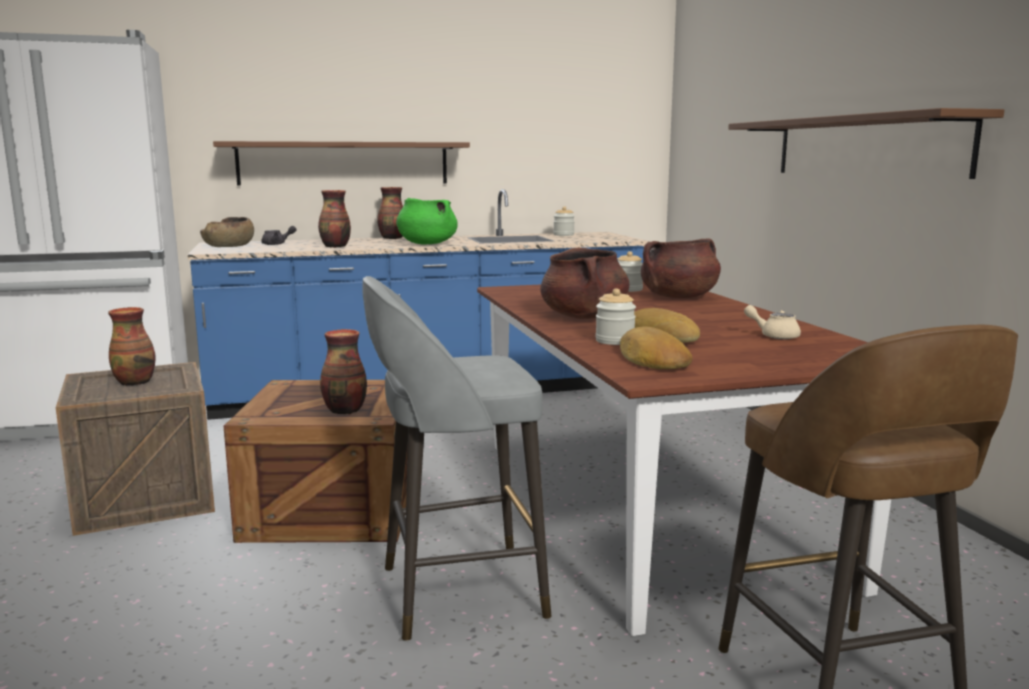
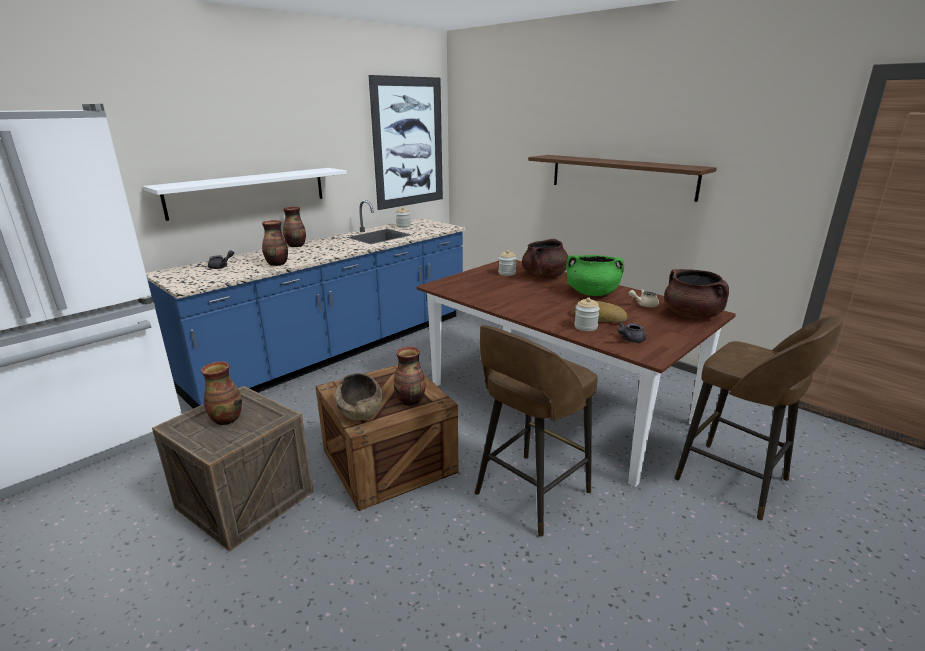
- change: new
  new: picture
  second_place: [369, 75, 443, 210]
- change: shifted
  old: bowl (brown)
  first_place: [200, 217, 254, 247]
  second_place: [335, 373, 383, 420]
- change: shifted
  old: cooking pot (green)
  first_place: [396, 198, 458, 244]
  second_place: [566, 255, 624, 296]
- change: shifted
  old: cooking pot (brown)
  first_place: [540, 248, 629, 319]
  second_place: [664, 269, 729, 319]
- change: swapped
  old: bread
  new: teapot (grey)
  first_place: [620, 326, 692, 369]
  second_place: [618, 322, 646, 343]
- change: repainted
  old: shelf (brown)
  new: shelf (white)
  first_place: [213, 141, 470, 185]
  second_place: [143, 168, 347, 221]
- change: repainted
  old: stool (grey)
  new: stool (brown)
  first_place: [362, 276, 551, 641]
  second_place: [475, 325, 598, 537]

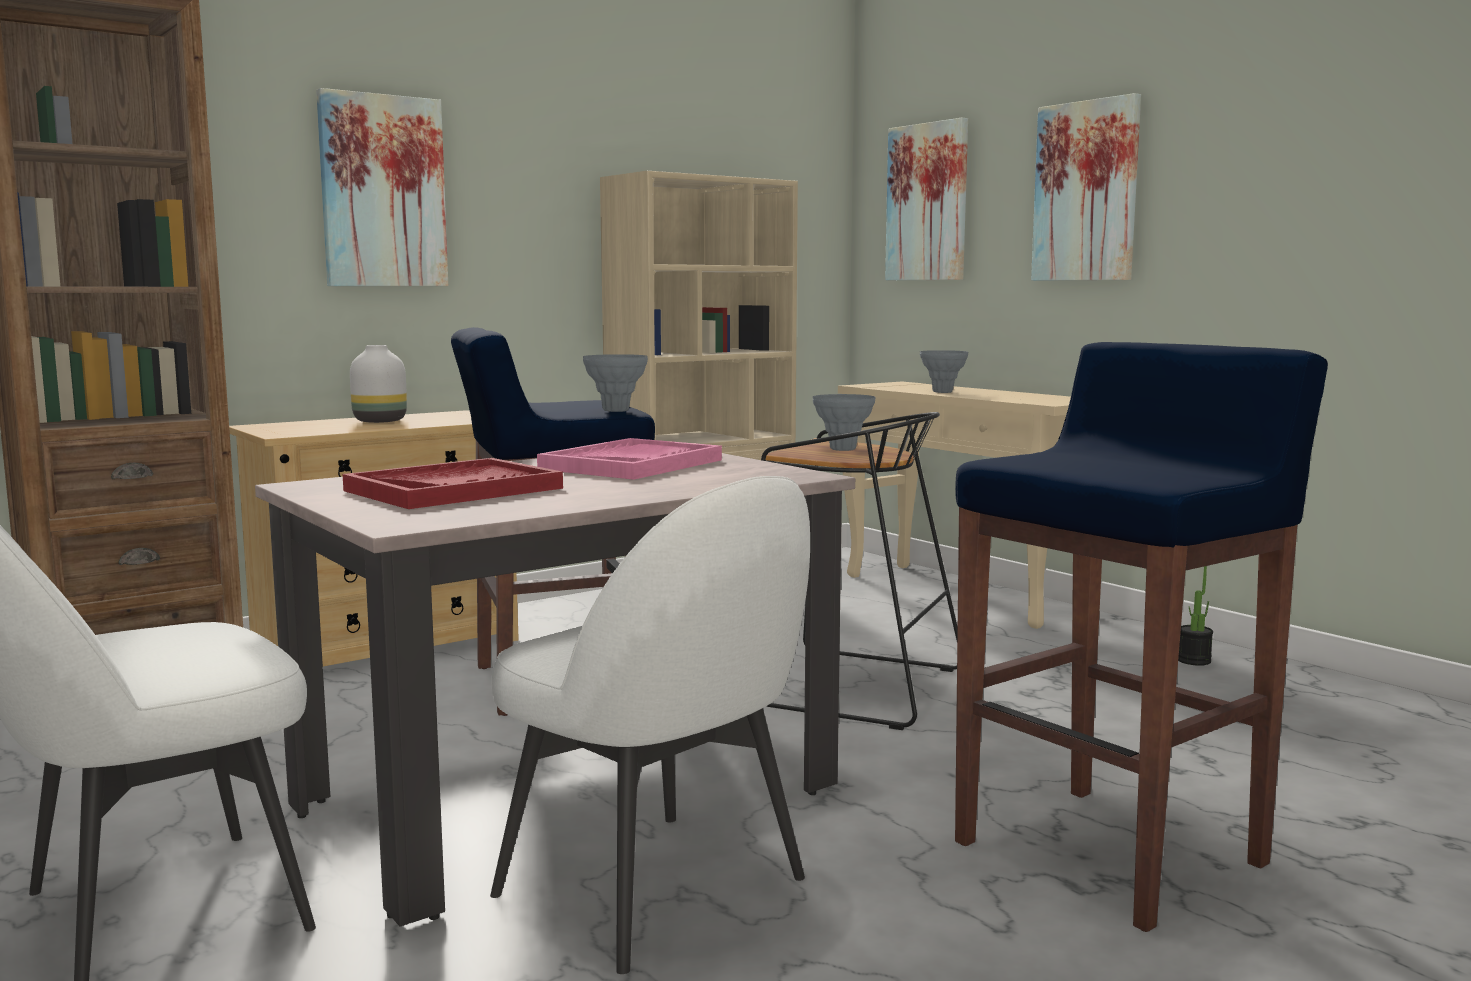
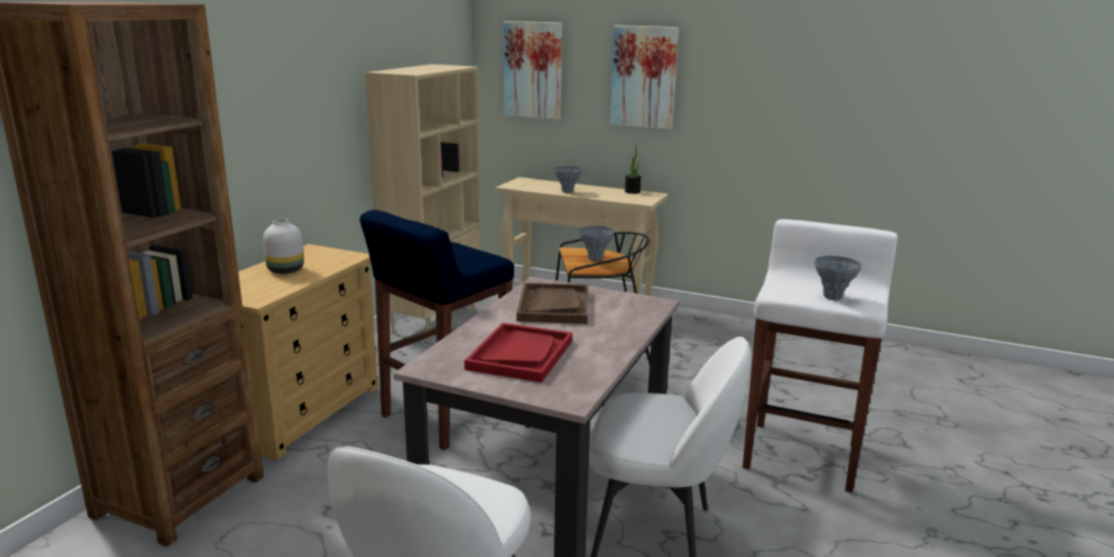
- change: gone
  old: picture
  first_place: [316, 88, 448, 286]
- change: shifted
  old: vase (grey)
  first_place: [583, 354, 648, 412]
  second_place: [815, 256, 862, 300]
- change: shifted
  old: potted plant
  first_place: [1178, 566, 1213, 666]
  second_place: [625, 145, 641, 194]
- change: repainted
  old: tray (pink)
  new: tray (brown)
  first_place: [537, 438, 722, 480]
  second_place: [516, 283, 588, 324]
- change: repainted
  old: stool (blue)
  new: stool (white)
  first_place: [955, 342, 1328, 932]
  second_place: [743, 219, 897, 493]

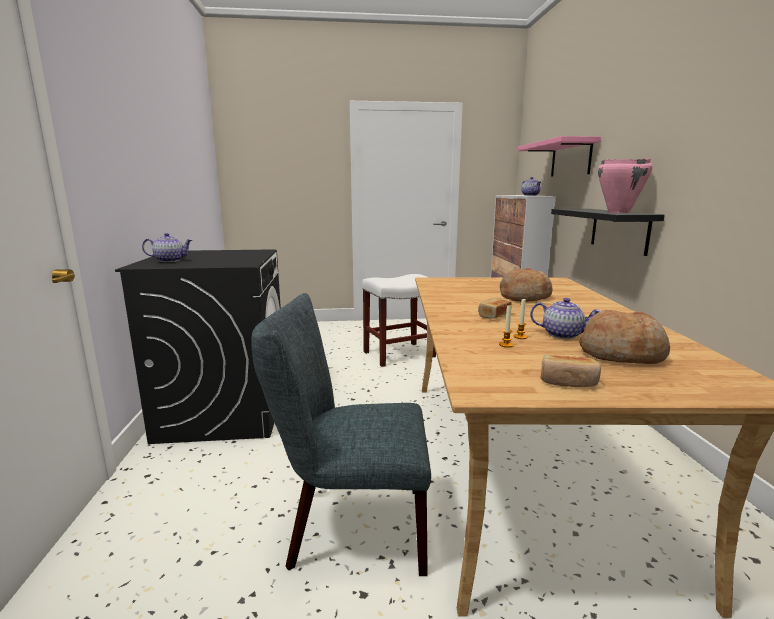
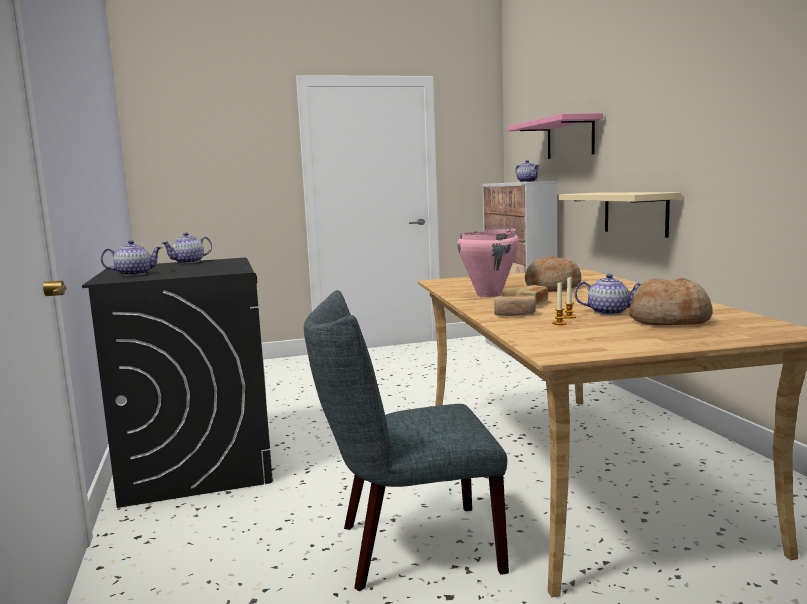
- change: gone
  old: stool (white)
  first_place: [362, 274, 436, 367]
- change: new
  new: teapot
  second_place: [162, 232, 212, 264]
- change: shifted
  old: bread
  first_place: [540, 355, 601, 387]
  second_place: [494, 295, 536, 316]
- change: shifted
  old: cooking pot (pink)
  first_place: [598, 158, 653, 213]
  second_place: [457, 228, 519, 297]
- change: repainted
  old: shelf (black)
  new: shelf (beige)
  first_place: [551, 209, 665, 256]
  second_place: [558, 192, 681, 238]

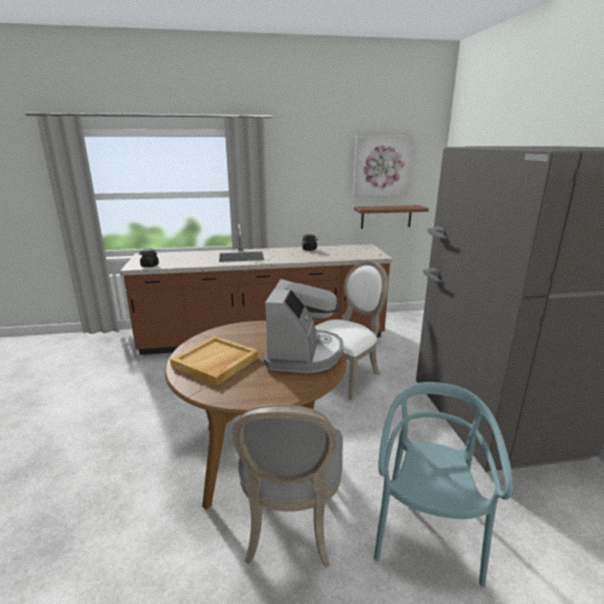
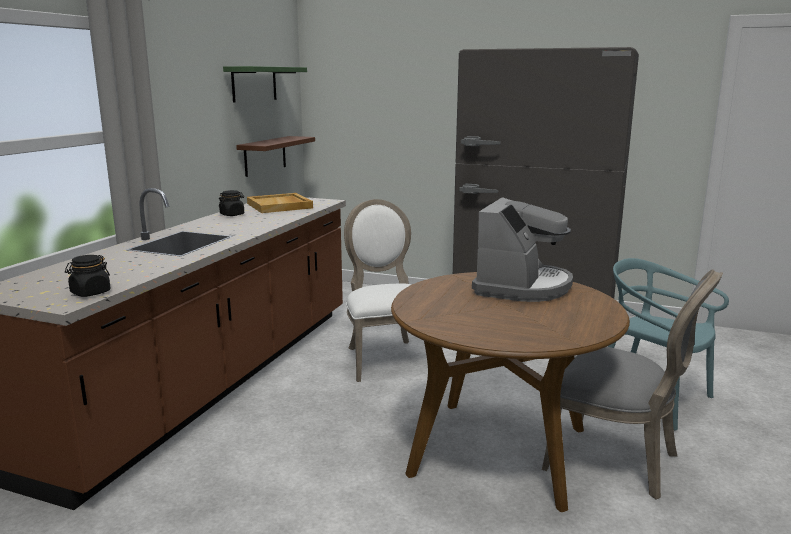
- change: shifted
  old: tray (beige)
  first_place: [170, 336, 259, 386]
  second_place: [247, 193, 313, 213]
- change: swapped
  old: picture
  new: shelf (green)
  first_place: [353, 136, 413, 197]
  second_place: [223, 66, 307, 102]
- change: rotated
  old: coffee machine
  first_place: [264, 279, 344, 373]
  second_place: [472, 197, 573, 302]
  degrees: 75

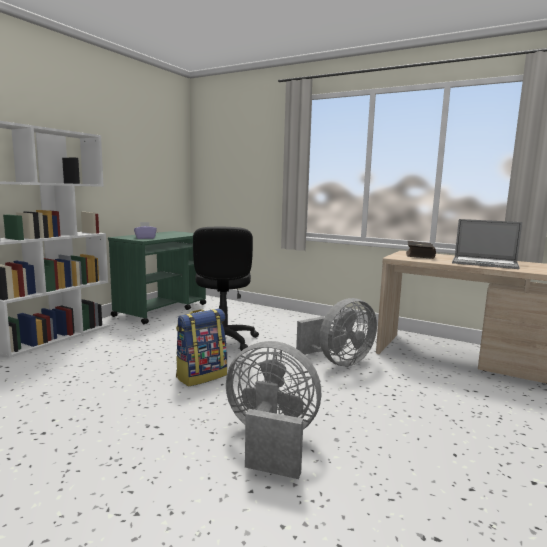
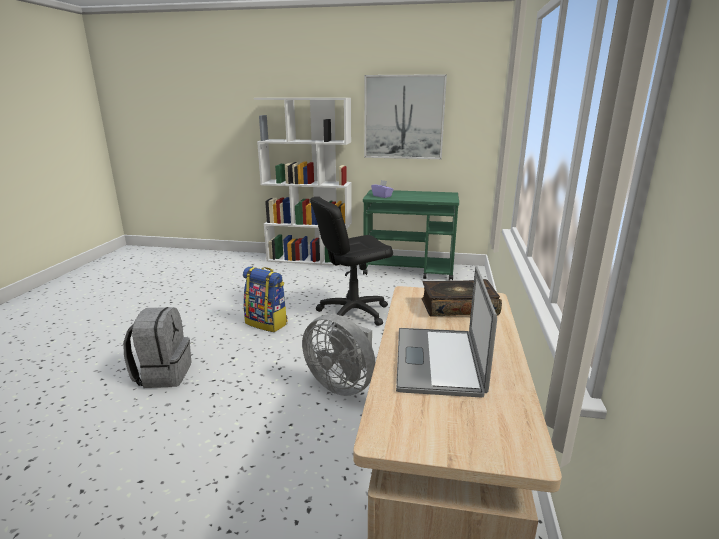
- change: new
  new: picture
  second_place: [364, 74, 447, 159]
- change: swapped
  old: fan (grey)
  new: backpack (grey)
  first_place: [226, 341, 321, 479]
  second_place: [123, 307, 191, 388]

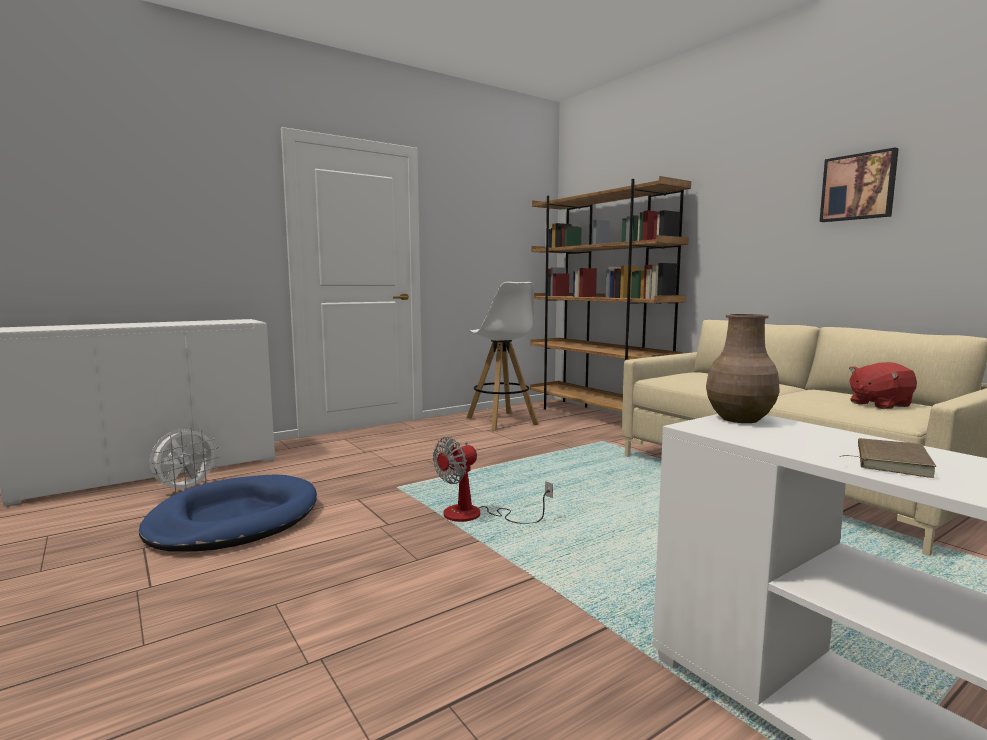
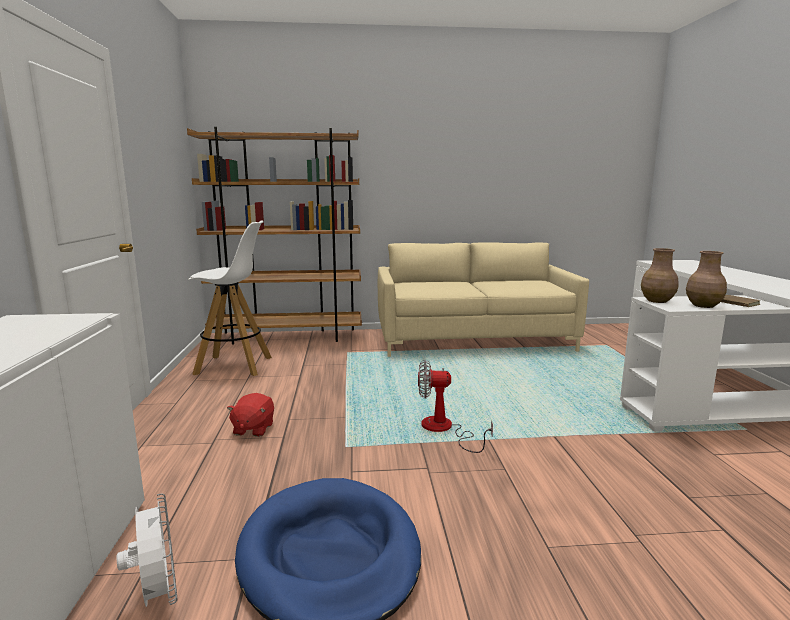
- change: gone
  old: picture
  first_place: [820, 147, 899, 222]
- change: new
  new: vase (brown)
  second_place: [686, 251, 727, 308]
- change: shifted
  old: plush toy (red)
  first_place: [849, 362, 917, 409]
  second_place: [227, 393, 274, 437]
- change: rotated
  old: fan
  first_place: [433, 437, 553, 524]
  second_place: [418, 360, 493, 453]
  degrees: 105

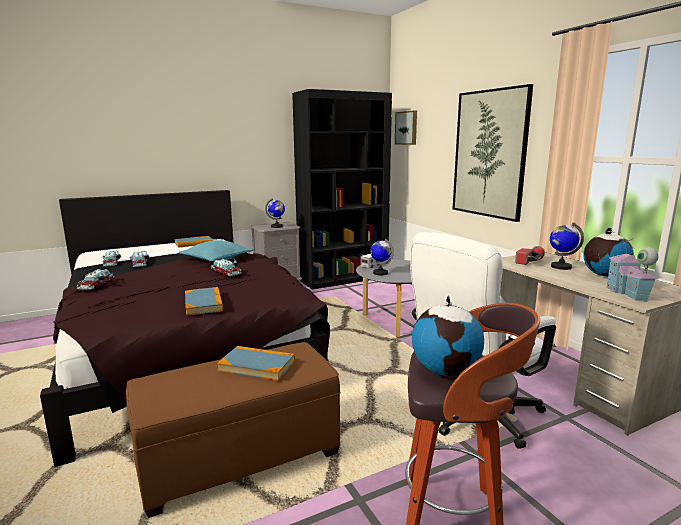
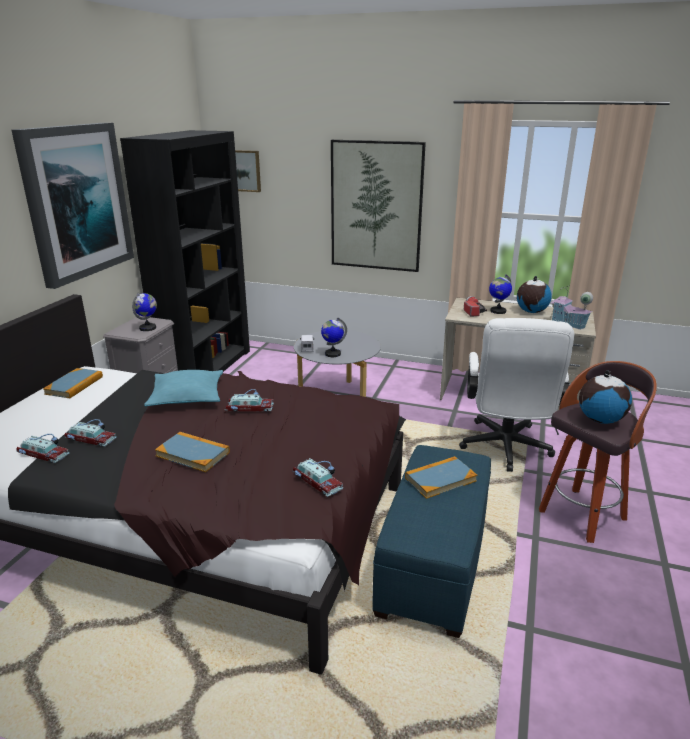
- change: new
  new: picture
  second_place: [11, 122, 134, 289]
- change: shifted
  old: toy car
  first_place: [77, 269, 114, 290]
  second_place: [293, 458, 343, 497]
- change: shifted
  old: book
  first_place: [185, 287, 223, 316]
  second_place: [155, 432, 230, 472]
- change: repainted
  old: ottoman (brown)
  new: ottoman (blue)
  first_place: [126, 342, 341, 518]
  second_place: [372, 445, 491, 638]

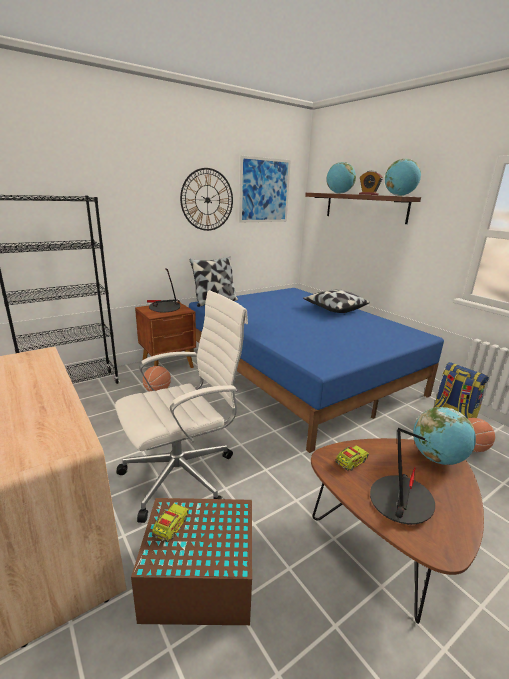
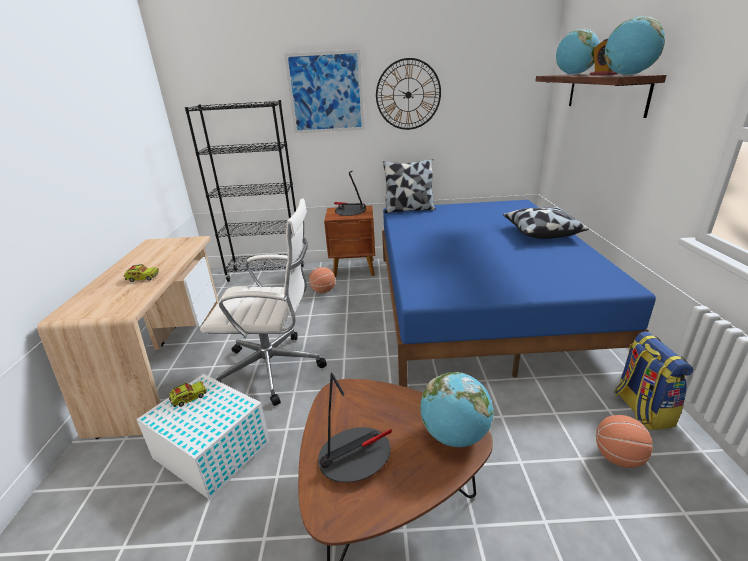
- change: shifted
  old: picture
  first_place: [239, 156, 291, 222]
  second_place: [285, 50, 365, 134]
- change: shifted
  old: toy truck
  first_place: [335, 445, 369, 471]
  second_place: [124, 264, 159, 282]
- change: repainted
  old: storage box (brown)
  new: storage box (white)
  first_place: [131, 498, 252, 625]
  second_place: [136, 374, 270, 500]

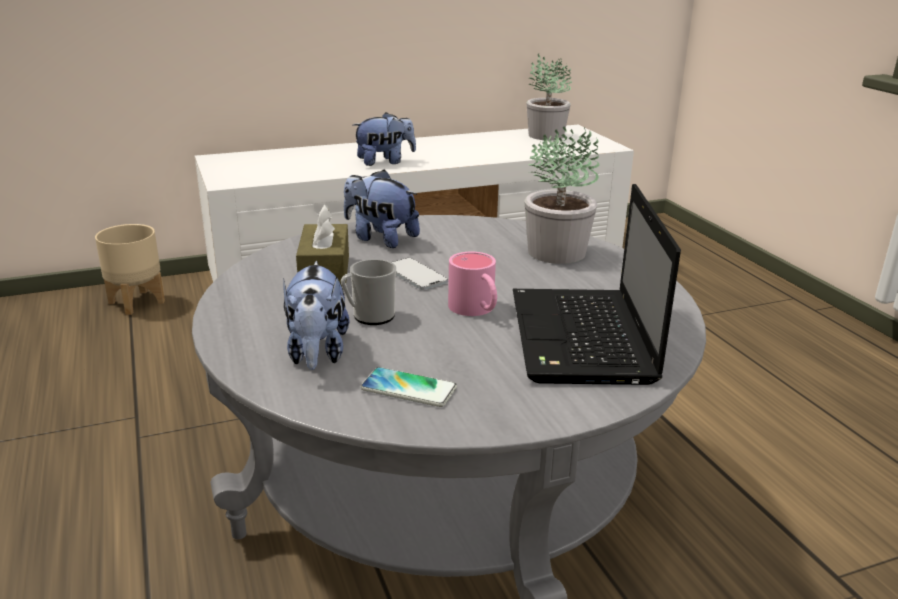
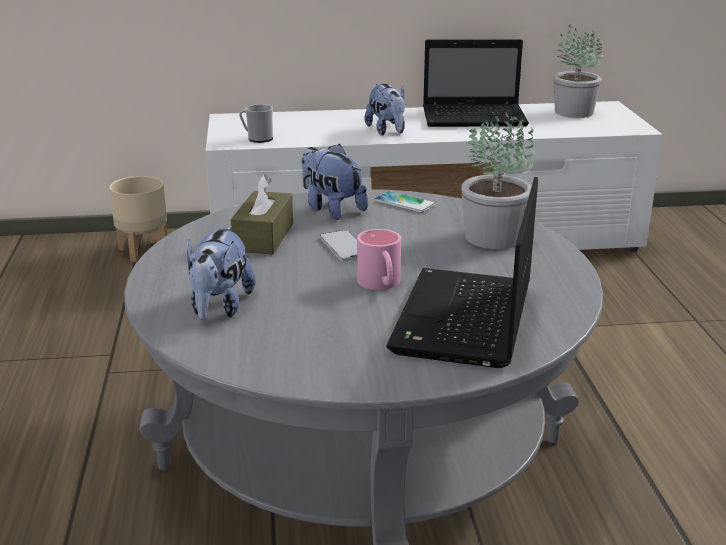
- change: new
  new: laptop
  second_place: [423, 39, 529, 127]
- change: shifted
  old: mug
  first_place: [341, 259, 396, 325]
  second_place: [239, 104, 273, 143]
- change: shifted
  old: phone
  first_place: [360, 367, 457, 407]
  second_place: [374, 191, 436, 213]
- change: rotated
  old: plush toy
  first_place: [353, 112, 416, 166]
  second_place: [365, 84, 406, 135]
  degrees: 75

